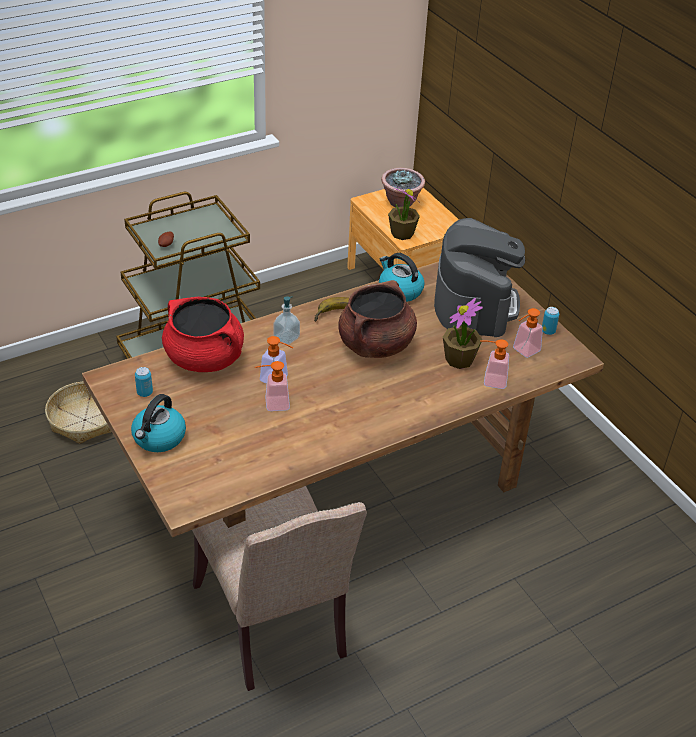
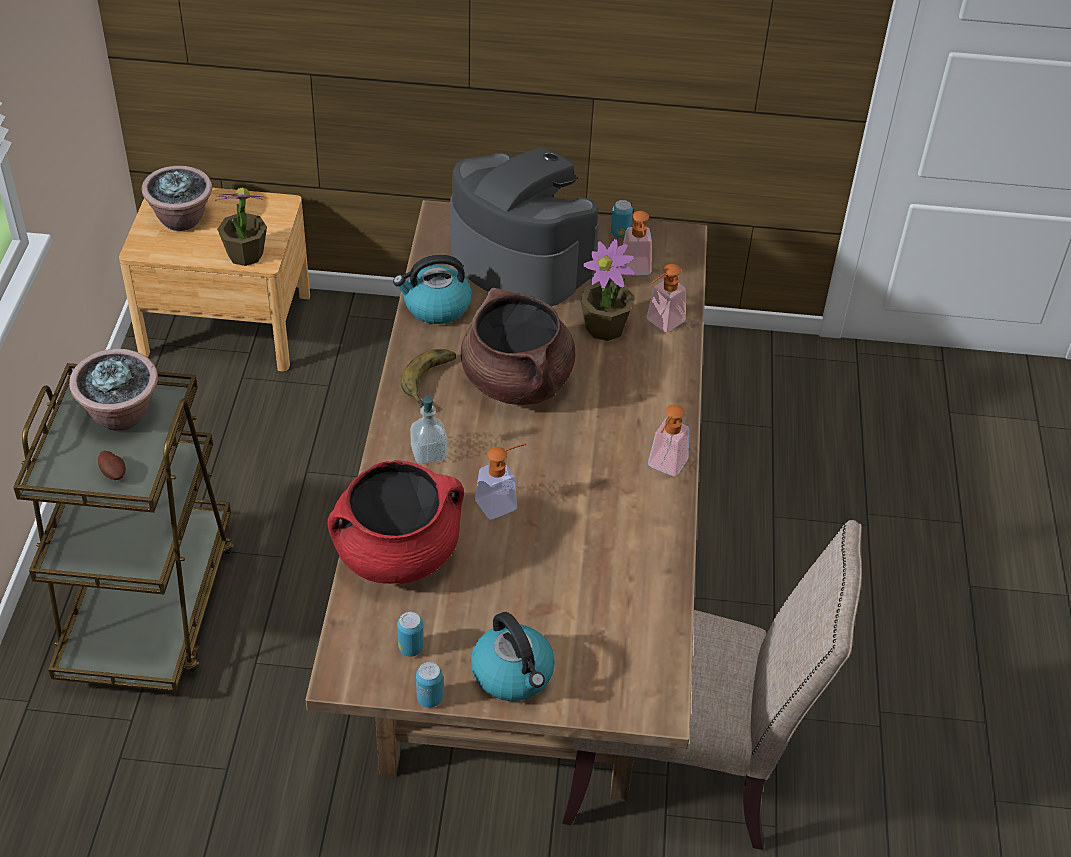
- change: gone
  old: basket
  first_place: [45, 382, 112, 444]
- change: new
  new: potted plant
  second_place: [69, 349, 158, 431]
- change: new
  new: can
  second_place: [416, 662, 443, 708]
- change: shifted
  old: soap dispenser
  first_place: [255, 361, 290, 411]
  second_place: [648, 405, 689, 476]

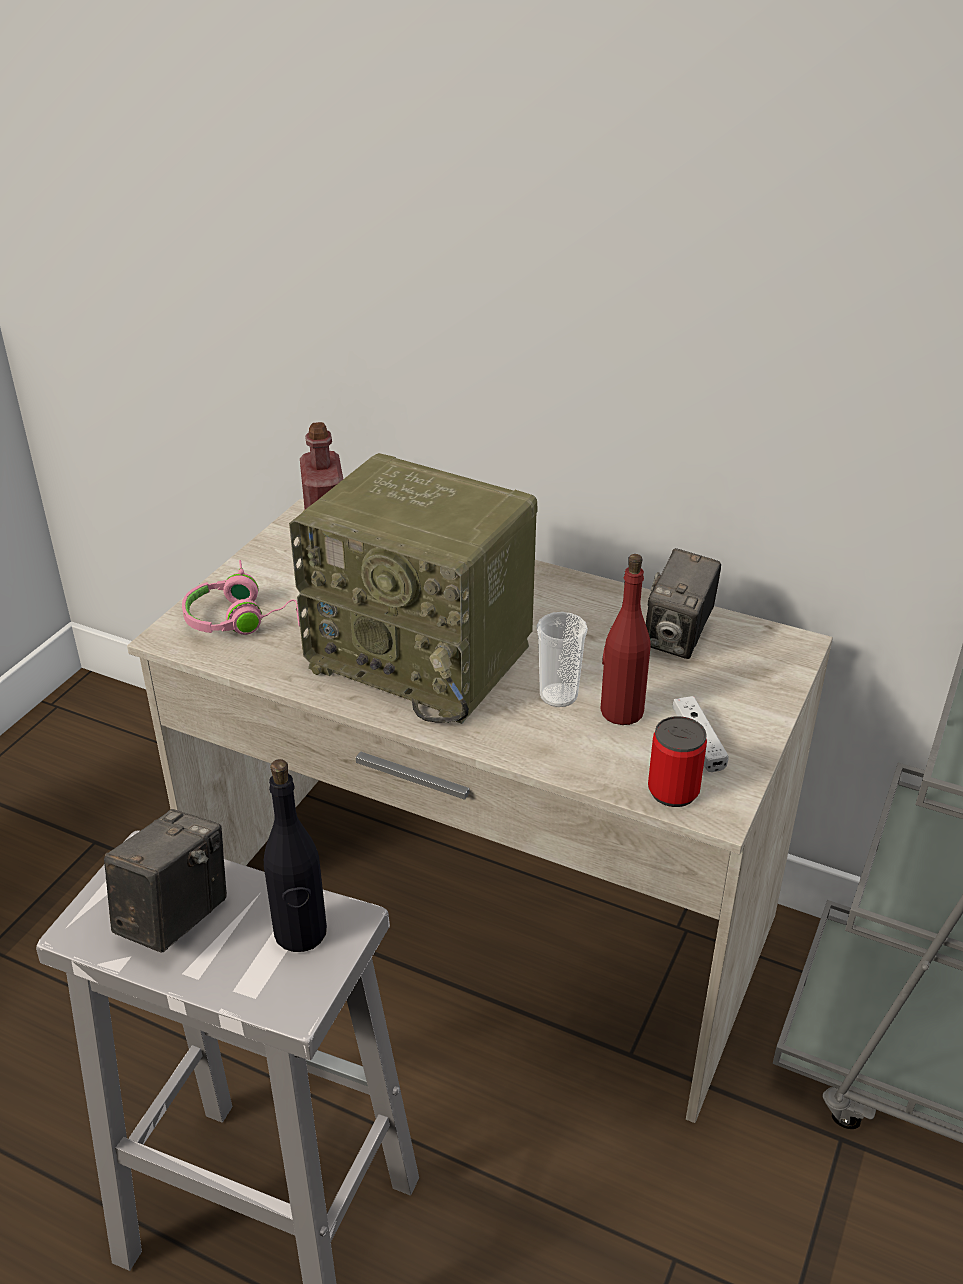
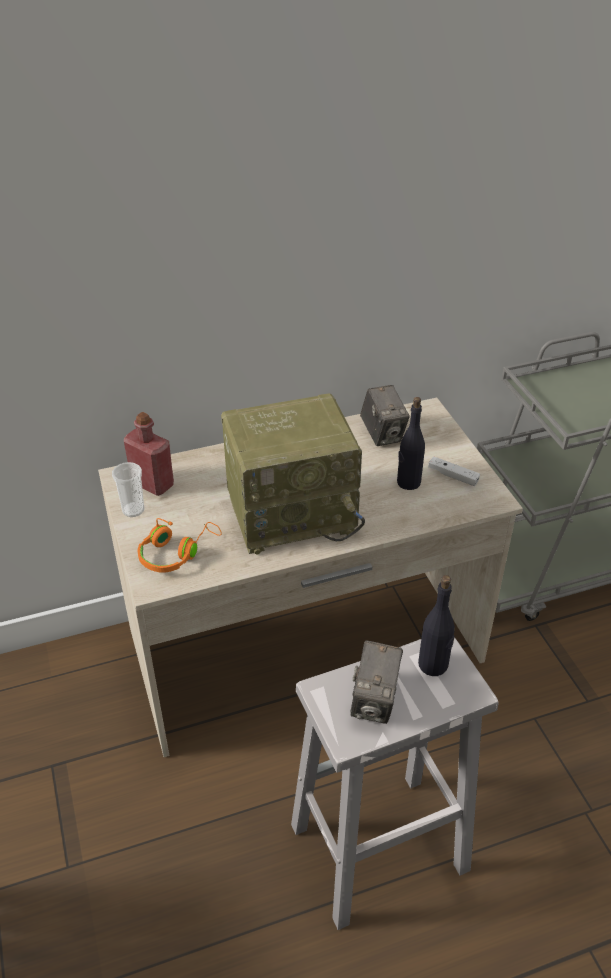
- change: gone
  old: can
  first_place: [648, 716, 707, 807]
- change: shifted
  old: cup
  first_place: [536, 612, 588, 707]
  second_place: [112, 462, 144, 517]
- change: repainted
  old: headphones (pink)
  new: headphones (orange)
  first_place: [182, 560, 300, 635]
  second_place: [138, 518, 222, 573]
- change: repainted
  old: bottle (red)
  new: bottle (black)
  first_place: [600, 554, 650, 725]
  second_place: [397, 397, 425, 490]
- change: rotated
  old: photo camera
  first_place: [104, 809, 227, 952]
  second_place: [350, 640, 403, 724]
  degrees: -150

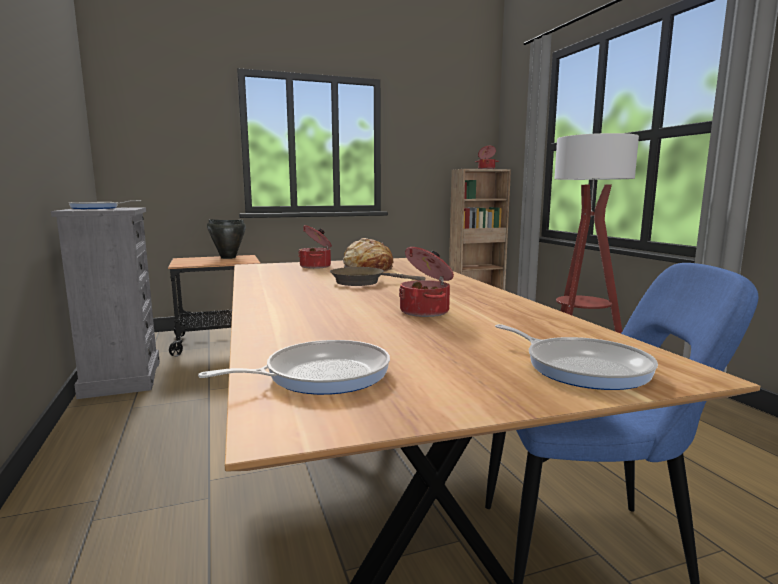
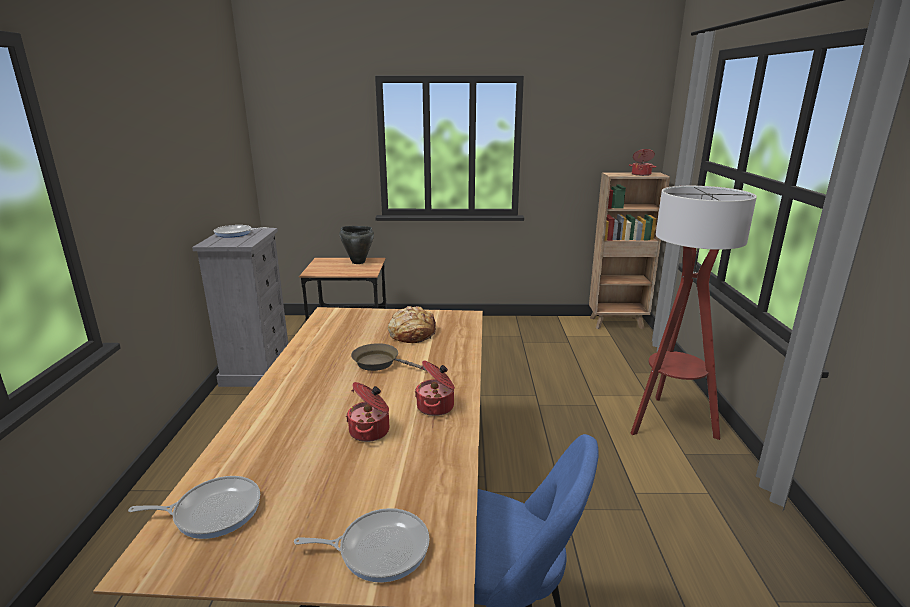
- change: shifted
  old: cooking pot
  first_place: [298, 225, 332, 269]
  second_place: [415, 361, 455, 416]
- change: rotated
  old: frying pan
  first_place: [495, 324, 658, 390]
  second_place: [294, 508, 430, 583]
  degrees: -75

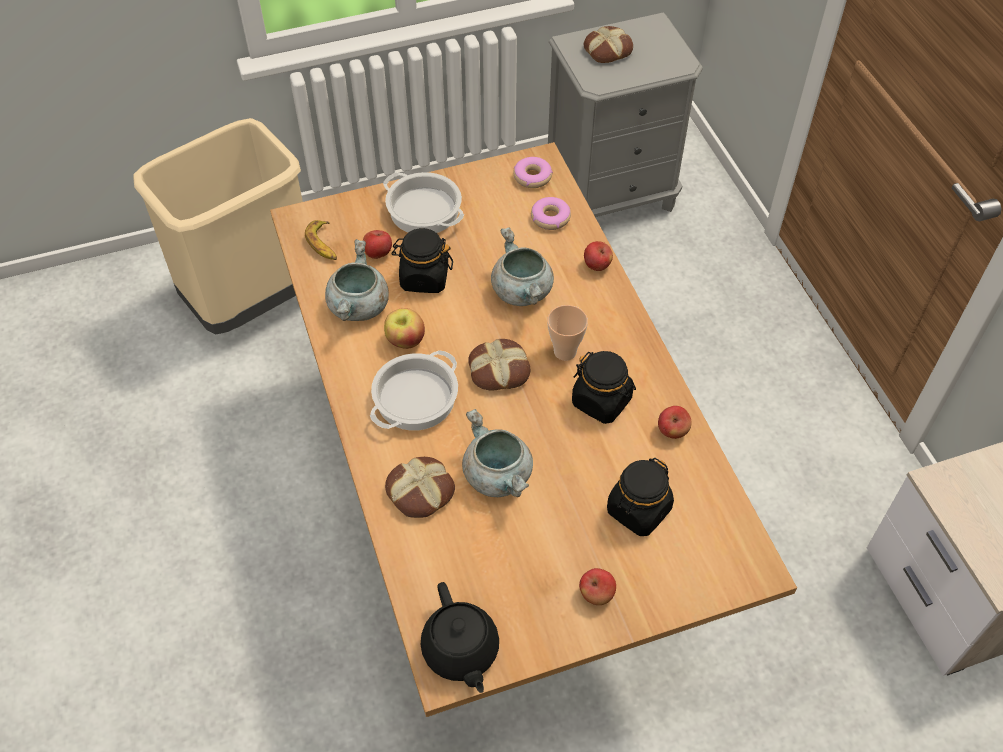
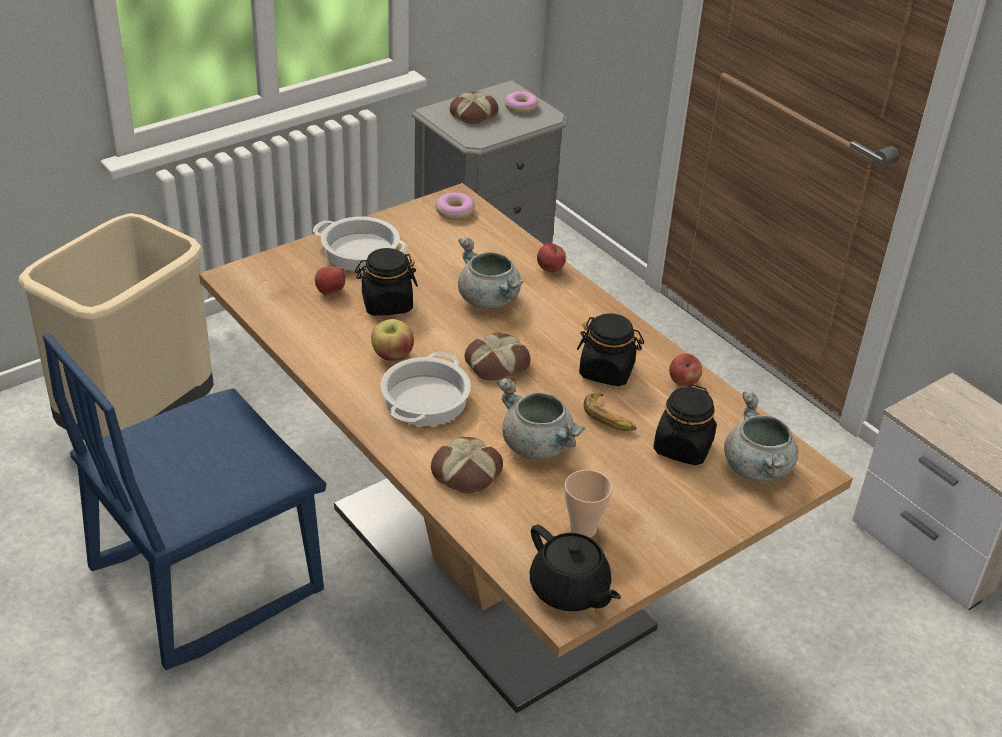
- change: gone
  old: apple
  first_place: [579, 568, 616, 605]
- change: new
  new: chair (blue)
  second_place: [42, 333, 327, 671]
- change: shifted
  old: banana
  first_place: [305, 220, 337, 260]
  second_place: [583, 393, 636, 431]
- change: shifted
  old: cooking pot (grey)
  first_place: [325, 239, 389, 321]
  second_place: [724, 391, 798, 482]
- change: shifted
  old: donut
  first_place: [531, 197, 571, 230]
  second_place: [505, 91, 538, 114]
- change: shifted
  old: cup
  first_place: [547, 305, 588, 361]
  second_place: [565, 470, 612, 538]

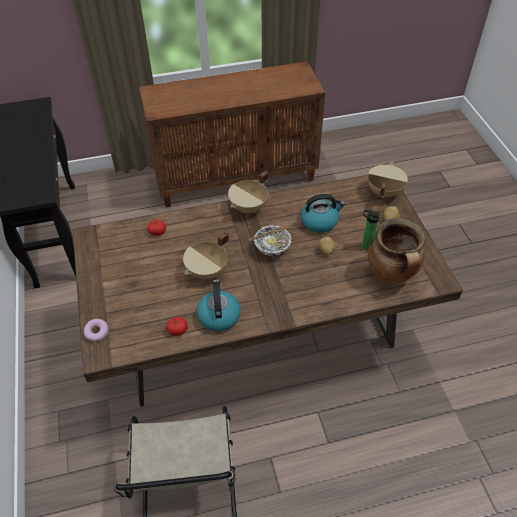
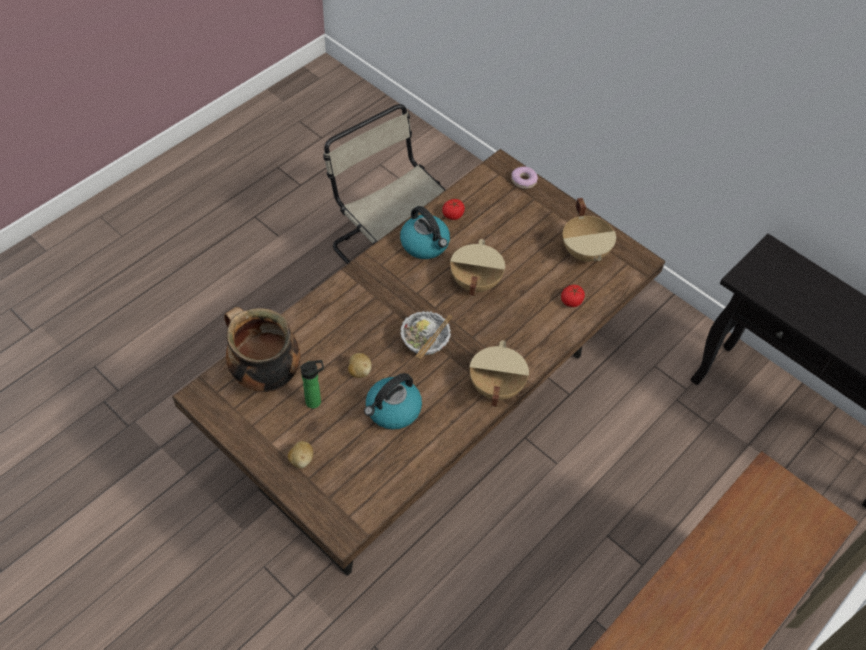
- change: shifted
  old: cooking pot (beige)
  first_place: [368, 162, 408, 198]
  second_place: [563, 198, 616, 262]

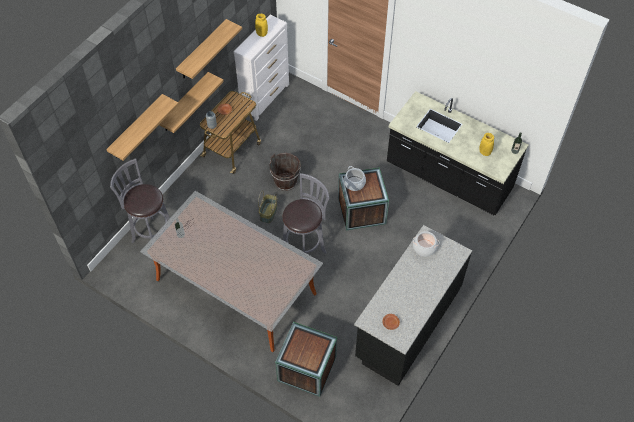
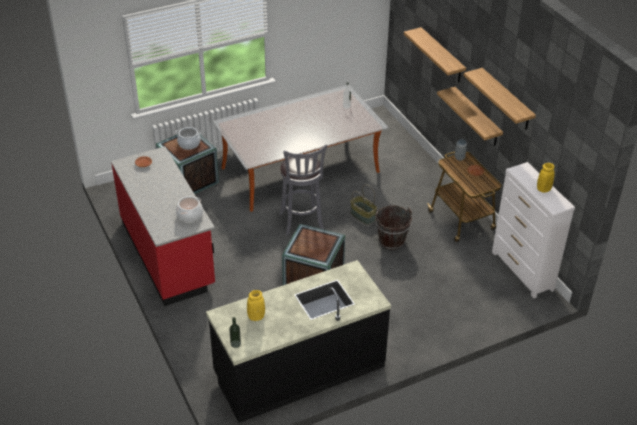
- change: gone
  old: stool (grey)
  first_place: [110, 158, 170, 243]
- change: shifted
  old: cooking pot
  first_place: [344, 166, 366, 191]
  second_place: [175, 127, 201, 150]
- change: repainted
  old: counter (black)
  new: counter (red)
  first_place: [354, 225, 472, 386]
  second_place: [111, 146, 215, 306]

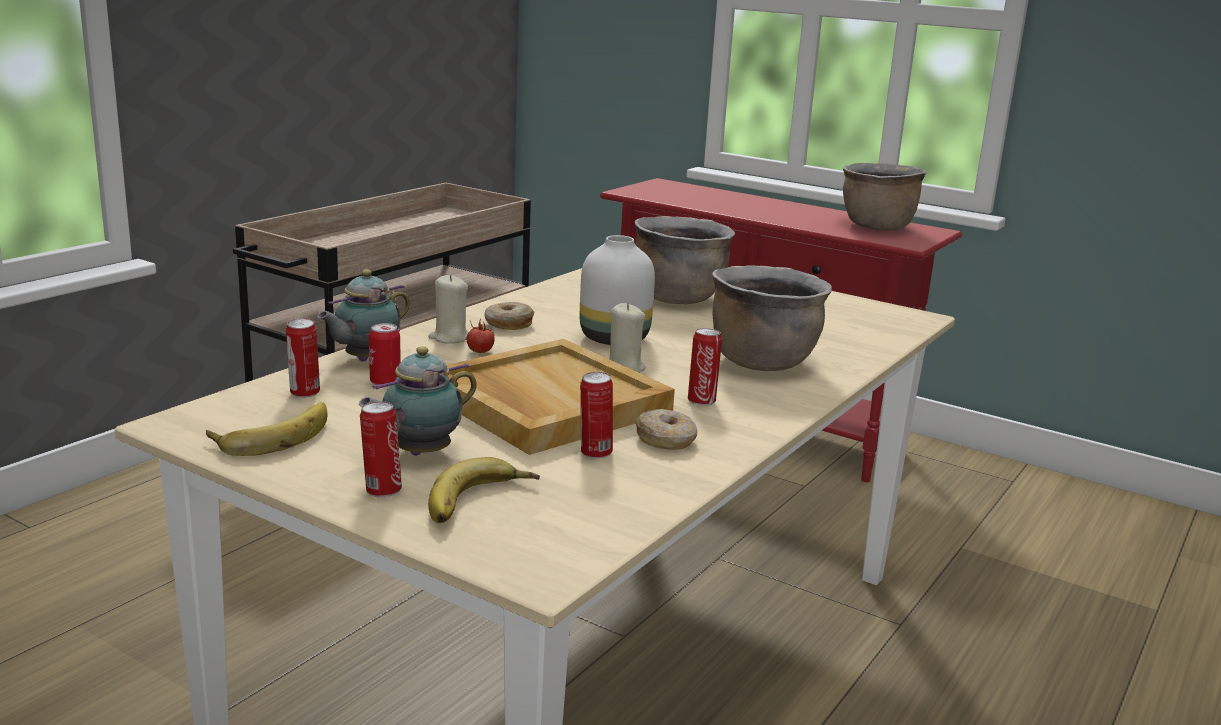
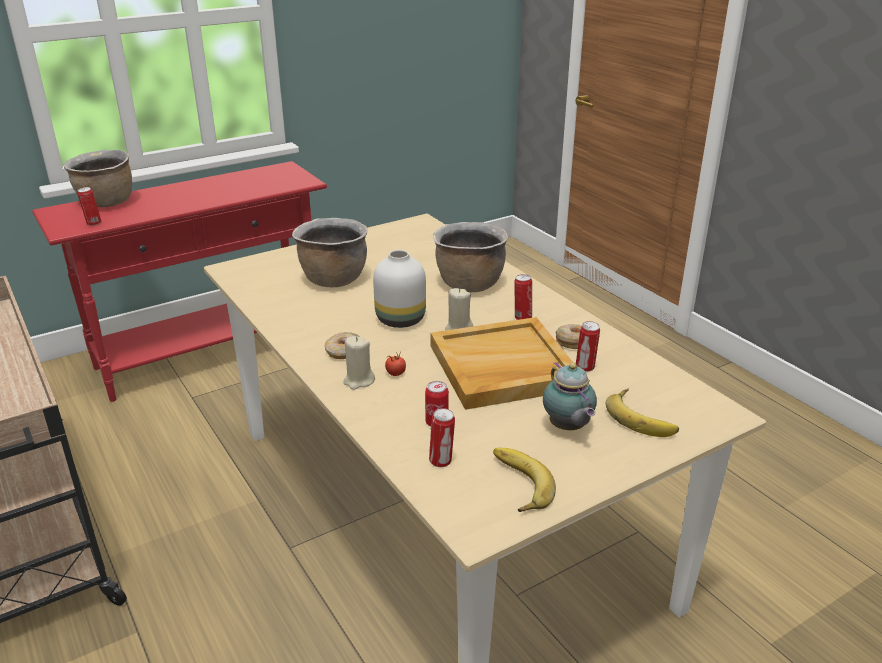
- change: gone
  old: teapot
  first_place: [317, 269, 410, 361]
- change: shifted
  old: can
  first_place: [360, 401, 402, 497]
  second_place: [77, 187, 101, 226]
- change: shifted
  old: cooking pot (brown)
  first_place: [843, 163, 926, 230]
  second_place: [64, 150, 132, 207]

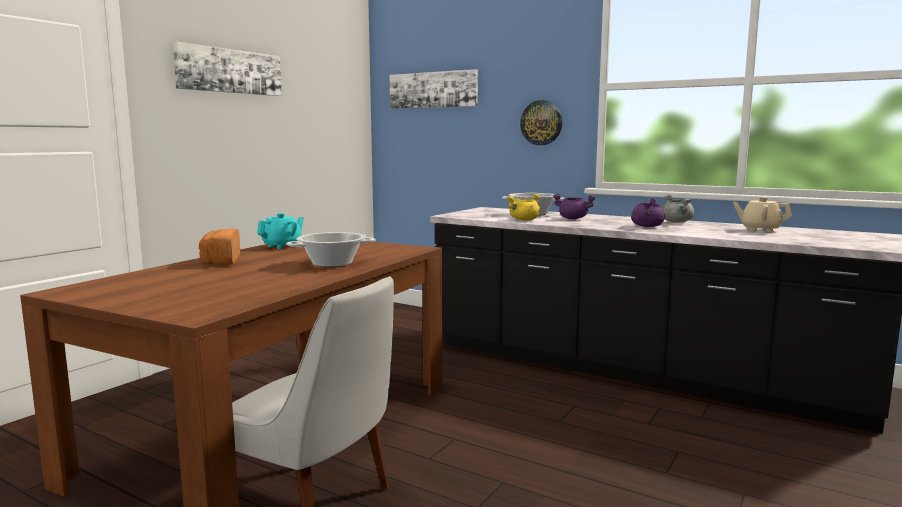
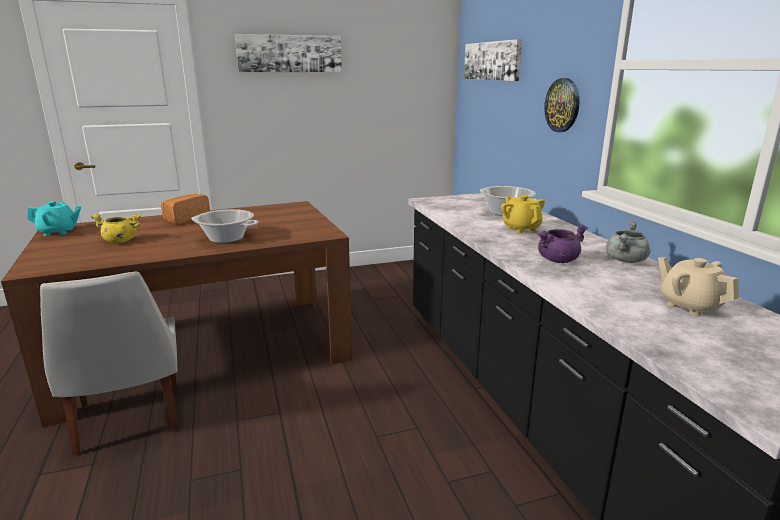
- change: shifted
  old: teapot (turquoise)
  first_place: [257, 213, 304, 249]
  second_place: [27, 201, 81, 236]
- change: shifted
  old: cooking pot (yellow)
  first_place: [507, 194, 540, 221]
  second_place: [91, 214, 141, 243]
- change: swapped
  old: cooking pot (purple)
  new: teapot (yellow)
  first_place: [553, 193, 596, 219]
  second_place: [501, 195, 545, 233]

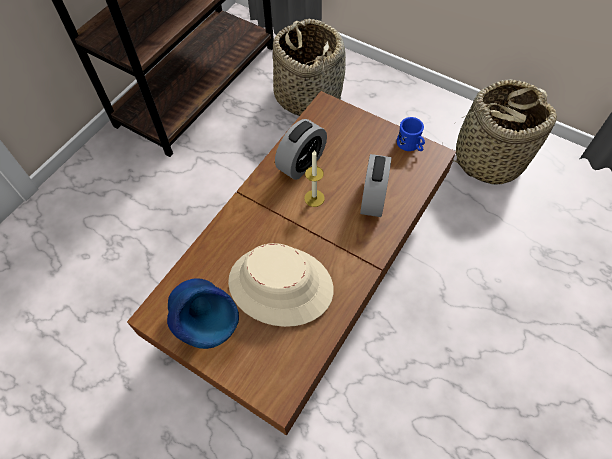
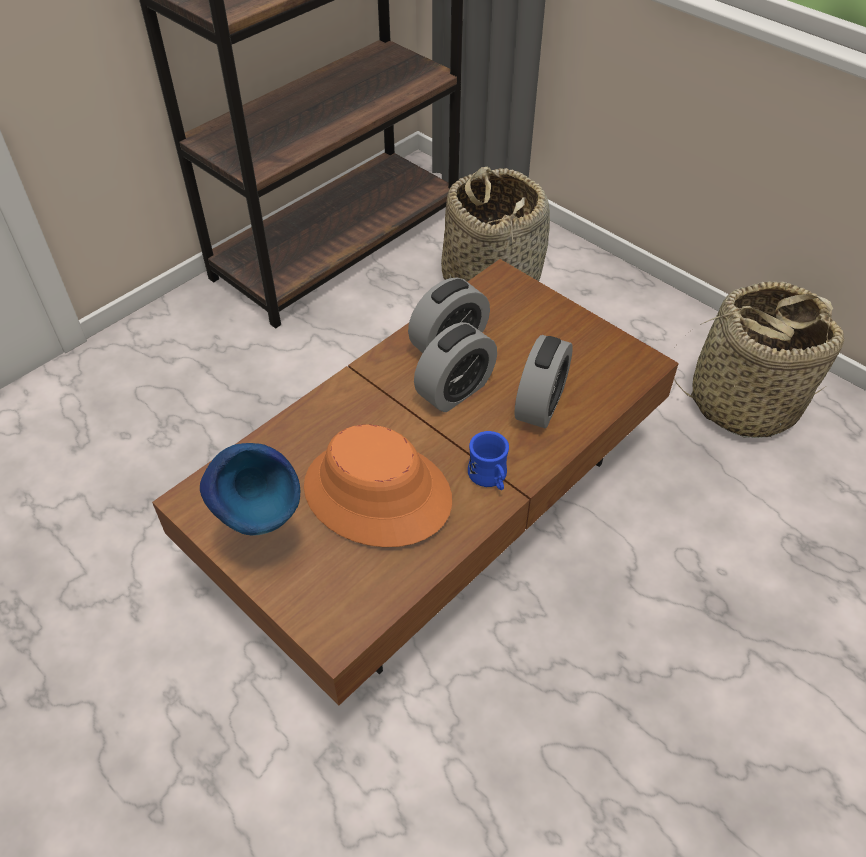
- change: shifted
  old: mug (blue)
  first_place: [397, 117, 425, 151]
  second_place: [468, 431, 509, 490]
- change: swapped
  old: candle
  new: alarm clock
  first_place: [304, 150, 325, 207]
  second_place: [414, 322, 497, 412]
- change: repainted
  old: hat (beige)
  new: hat (orange)
  first_place: [228, 243, 334, 327]
  second_place: [304, 424, 452, 547]

